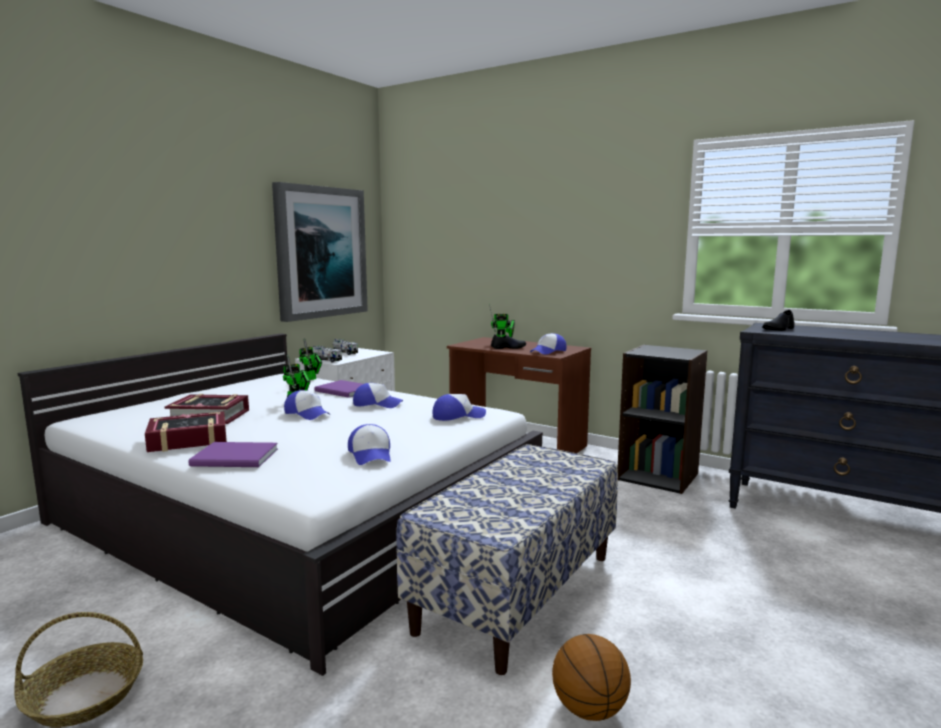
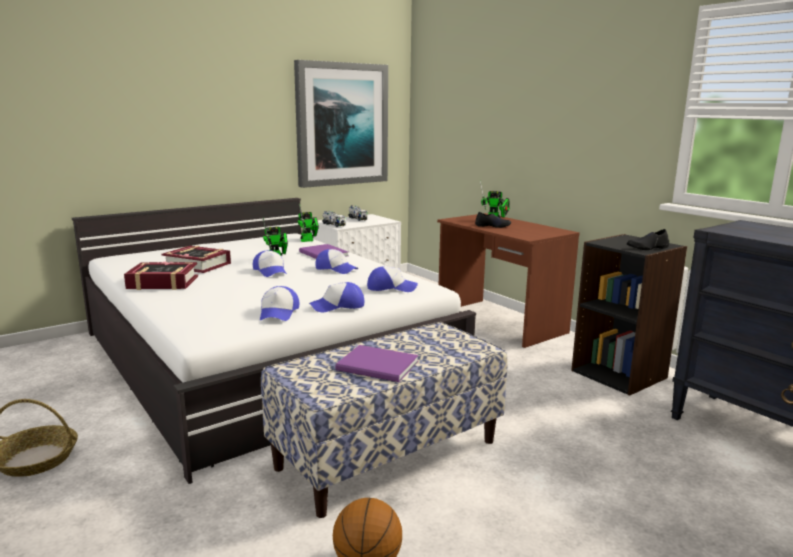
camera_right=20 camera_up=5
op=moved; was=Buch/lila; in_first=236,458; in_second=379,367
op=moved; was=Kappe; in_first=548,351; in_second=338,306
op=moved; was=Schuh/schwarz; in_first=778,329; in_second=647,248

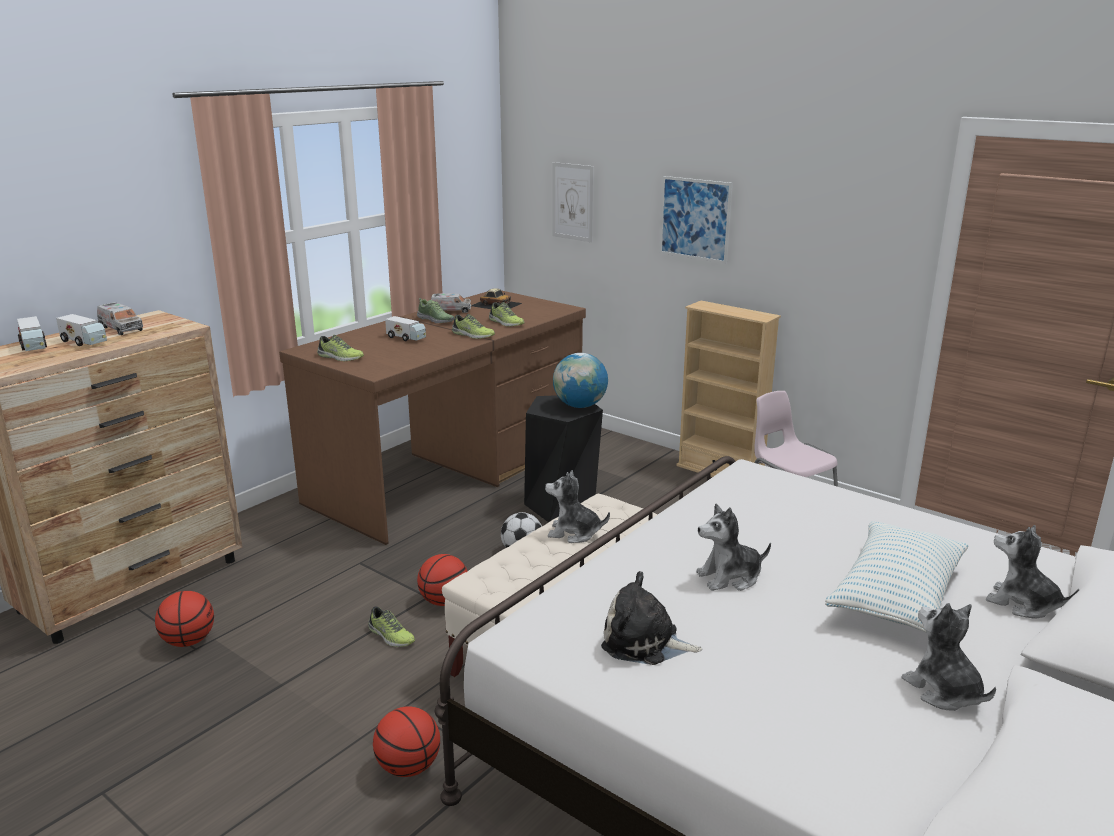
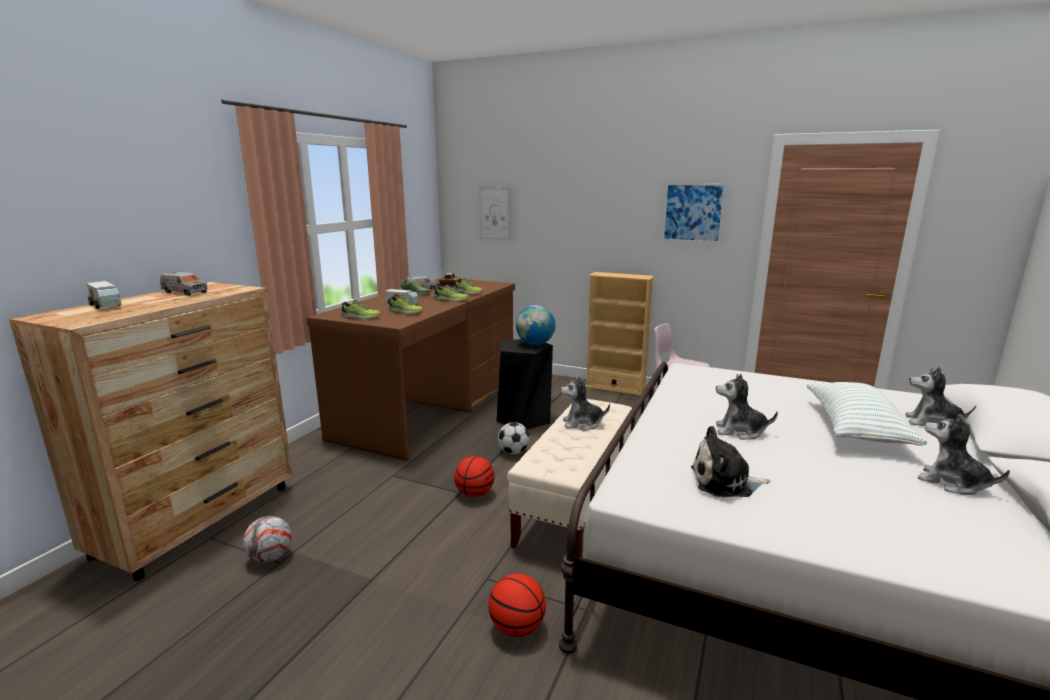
camera_right=-15 camera_up=-5
op=removed; was=Spielzeuglaster; in_first=84,342
op=replaced; was=Basketball; now=Fußball; in_first=188,641; in_second=270,557
op=moved; was=Schuh; in_first=390,636; in_second=405,312
op=moved; was=Bild; in_first=695,219; in_second=693,212
op=turned; was=Plüschtier; in_first=730,577; in_second=740,431; clockwise=45

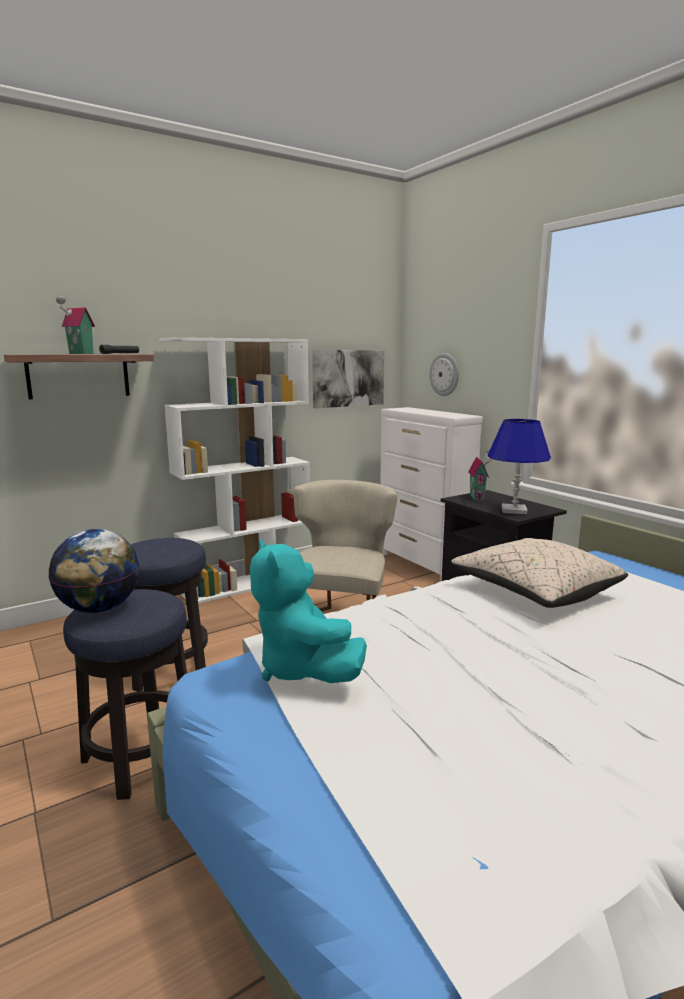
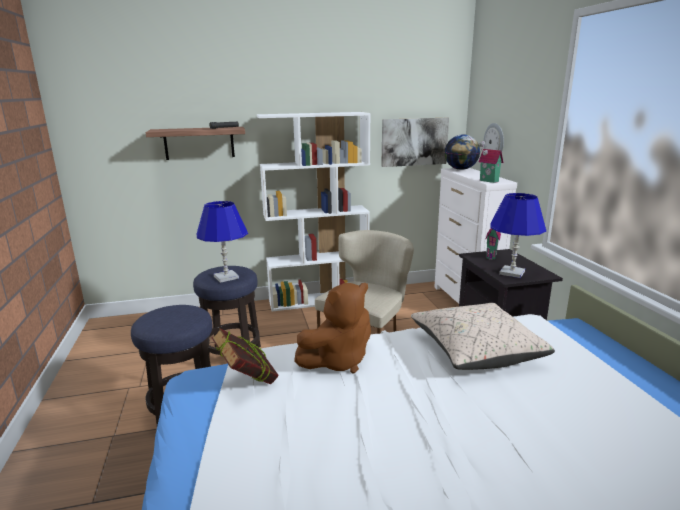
camera_right=20 camera_up=5
op=moved; was=Globus; in_first=99,609; in_second=460,169
op=moved; was=Spielzeughaus; in_first=79,354; in_second=488,181
op=replaced; was=Plüschtier/türkis; now=Buch; in_first=302,669; in_second=247,383
op=added; now=Tischlampe/blau; in_second=226,277
op=added; now=Plüschtier/braun; in_second=338,361

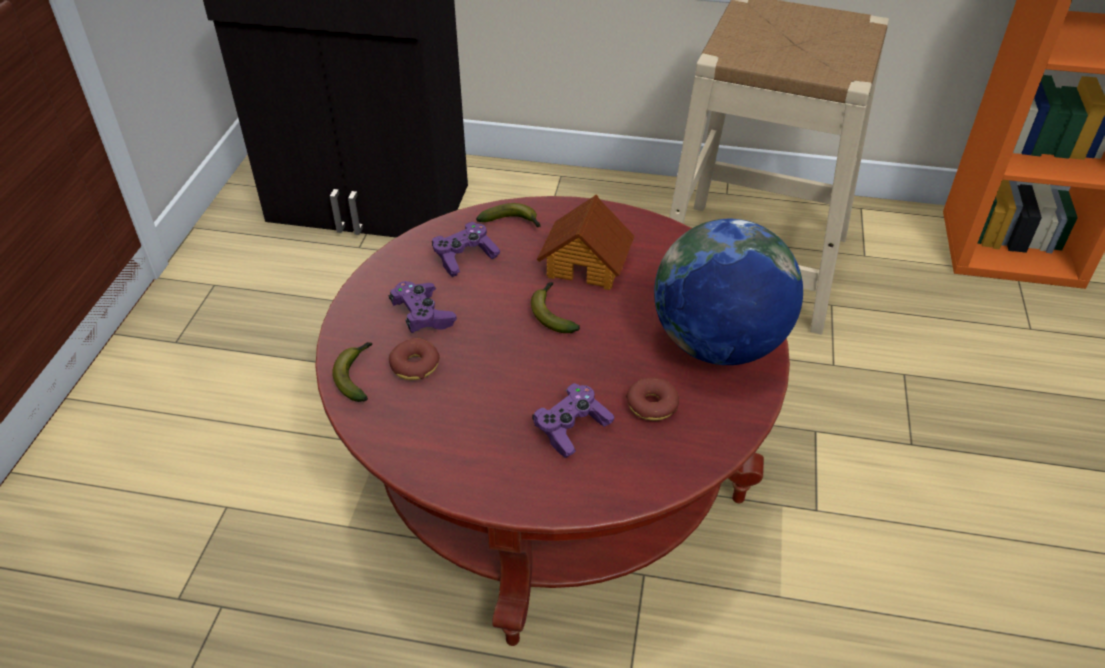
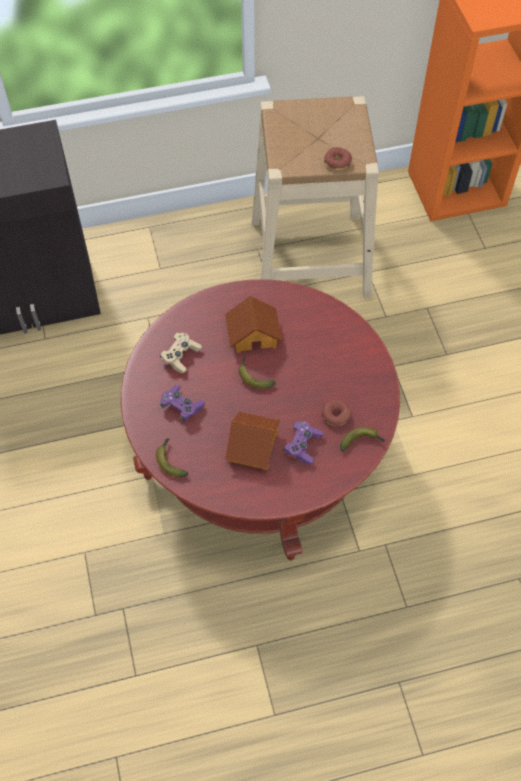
camera_right=-25 camera_up=15
op=moved; was=Donut; in_first=415,365; in_second=337,162
op=recoloured; was=Gamepad/lila; now=Gamepad/beige; in_first=465,257; in_second=181,356
op=moved; was=Banane; in_first=513,223; in_second=362,441
op=removed; was=Globus; in_first=718,344
op=added; now=Spielzeughaus; in_second=253,447

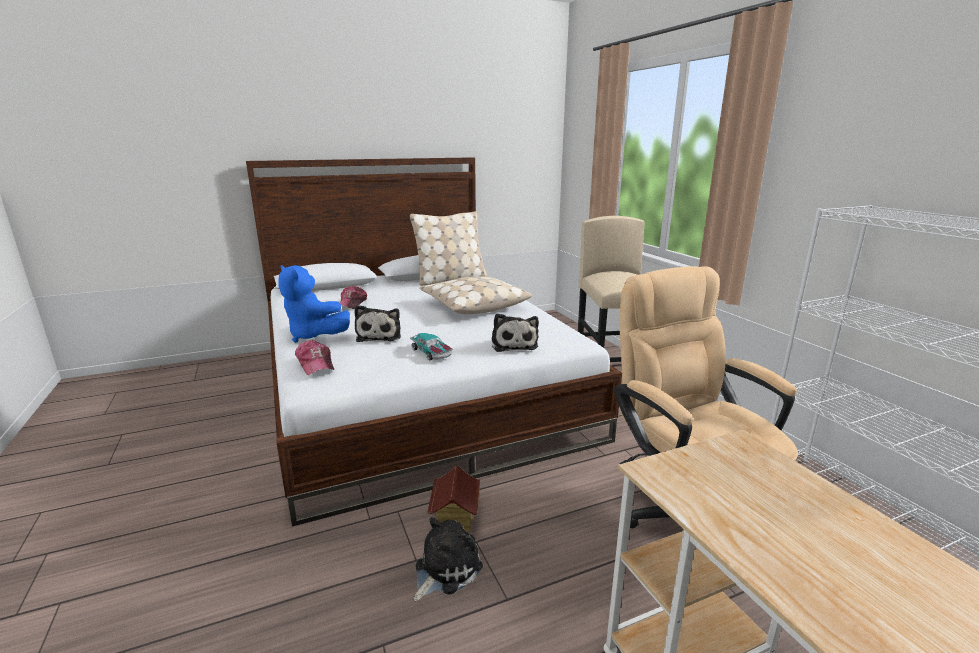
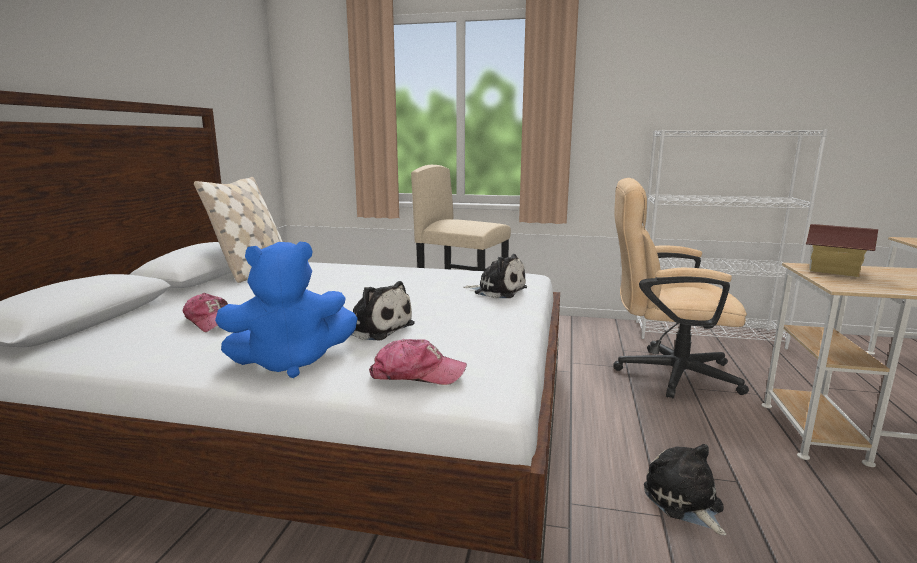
camera_right=-55 camera_up=-5
op=removed; was=Spielzeugauto; in_first=431,353
op=removed; was=Kissen/beige; in_first=473,305
op=moved; was=Spielzeughaus; in_first=455,518; in_second=834,271

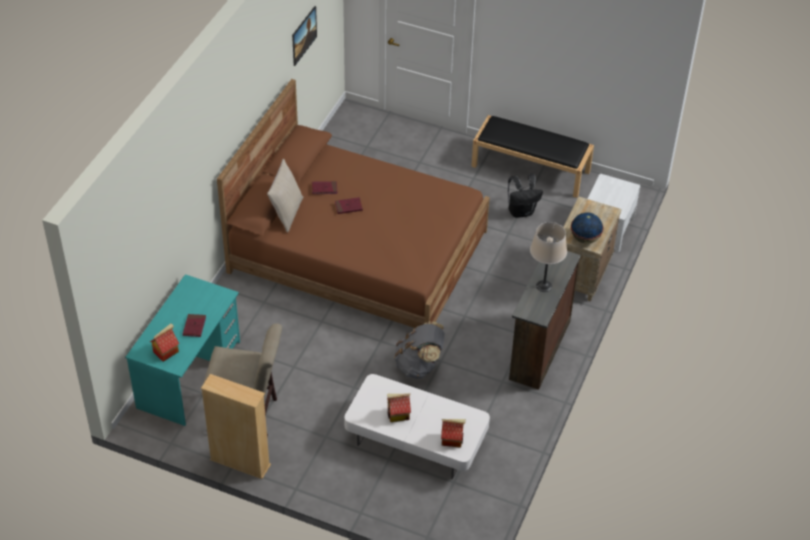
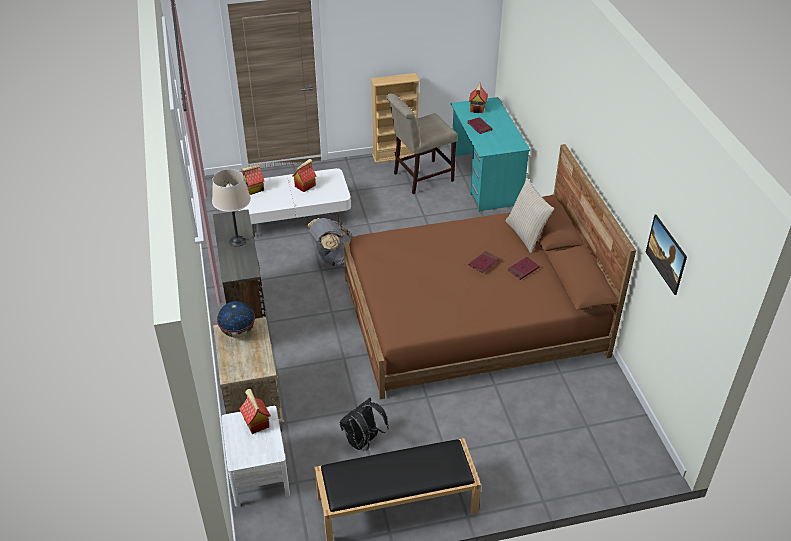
camera_right=145 camera_up=-5
op=added; now=Spielzeughaus; in_second=256,422

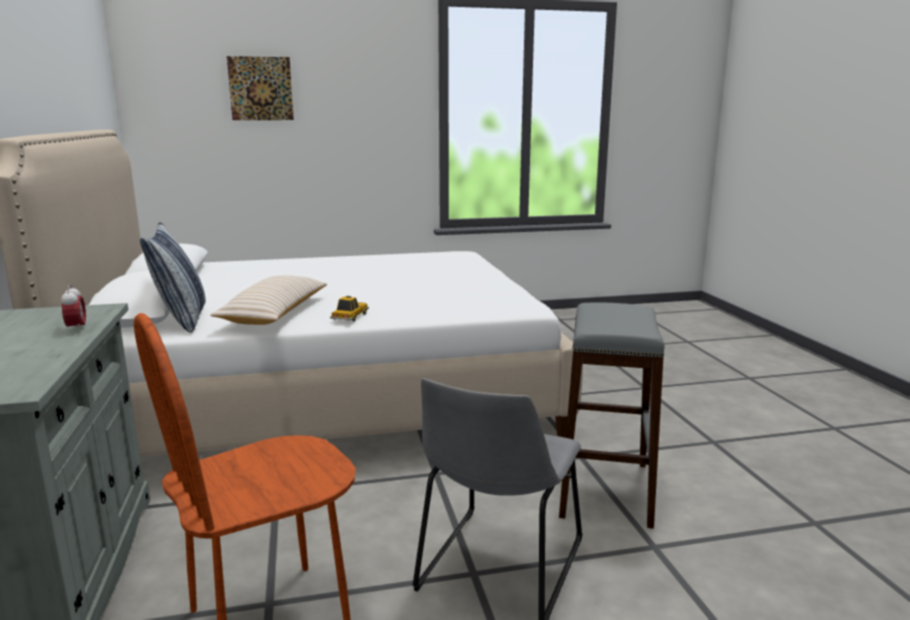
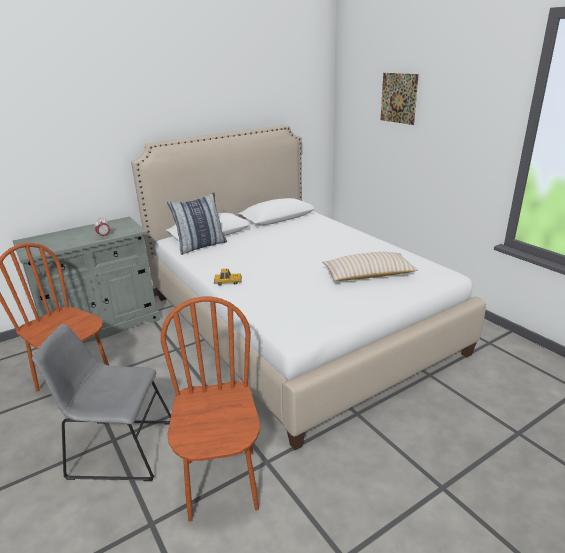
camera_right=70 camera_up=10
op=moved; was=Kissen/beige; in_first=275,313; in_second=368,275
op=replaced; was=Hocker/grau; now=Stuhl/braun; in_first=604,489; in_second=222,484

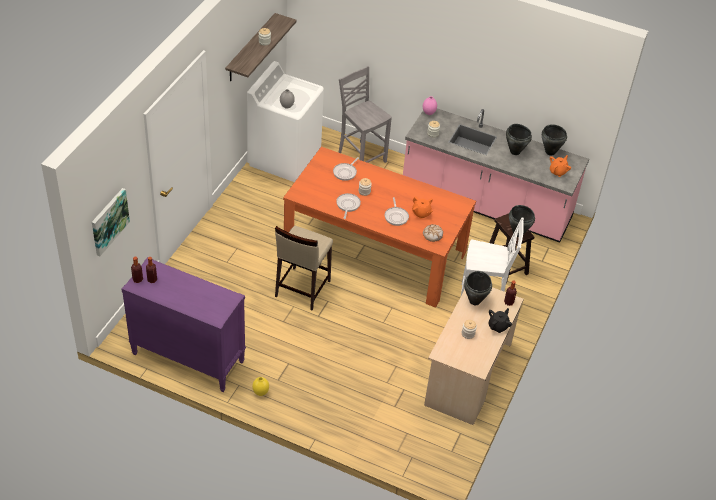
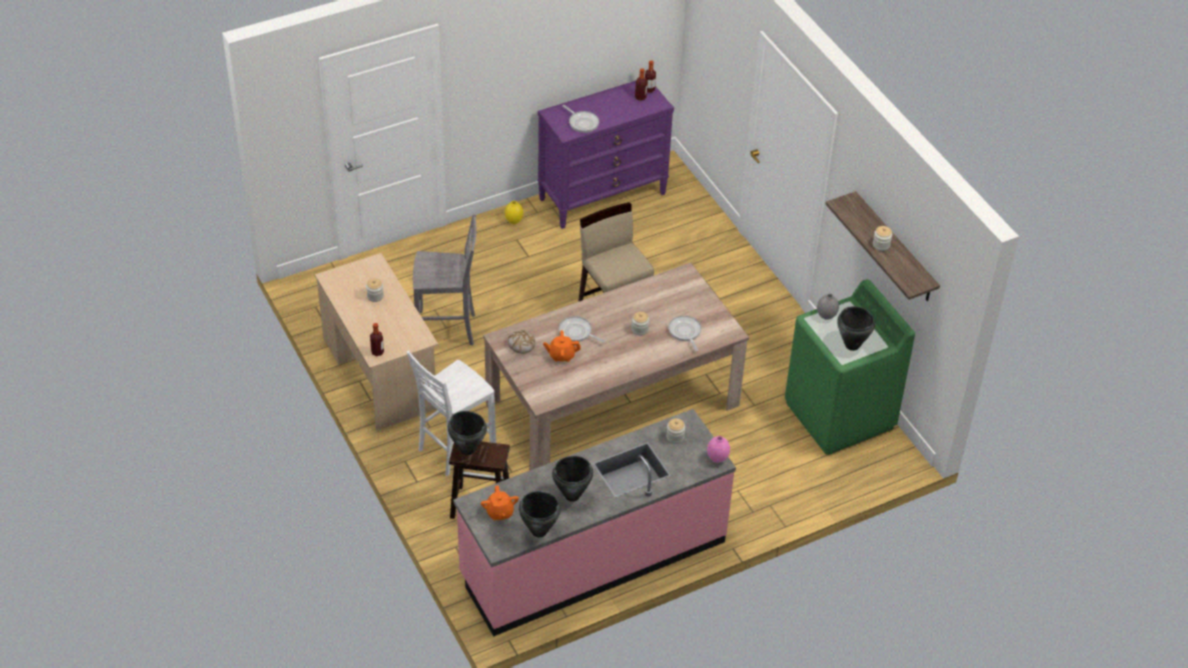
camera_right=130 camera_up=0
op=removed; was=Bild; in_first=109,221
op=recoloured; was=Waschmaschine/weiß; now=Waschmaschine/grün; in_first=284,158; in_second=839,415
op=recoloured; was=Esstisch/orange; now=Esstisch/beige; in_first=375,251; in_second=613,405
op=moved; was=Pfanne; in_first=347,205; in_second=582,122
op=moved; was=Stuhl/grau; in_first=361,157; in_second=447,329
op=moved; was=Kochtopf/schwarz; in_first=475,301; in_second=852,345
op=removed; was=Teekanne/schwarz; in_first=498,326

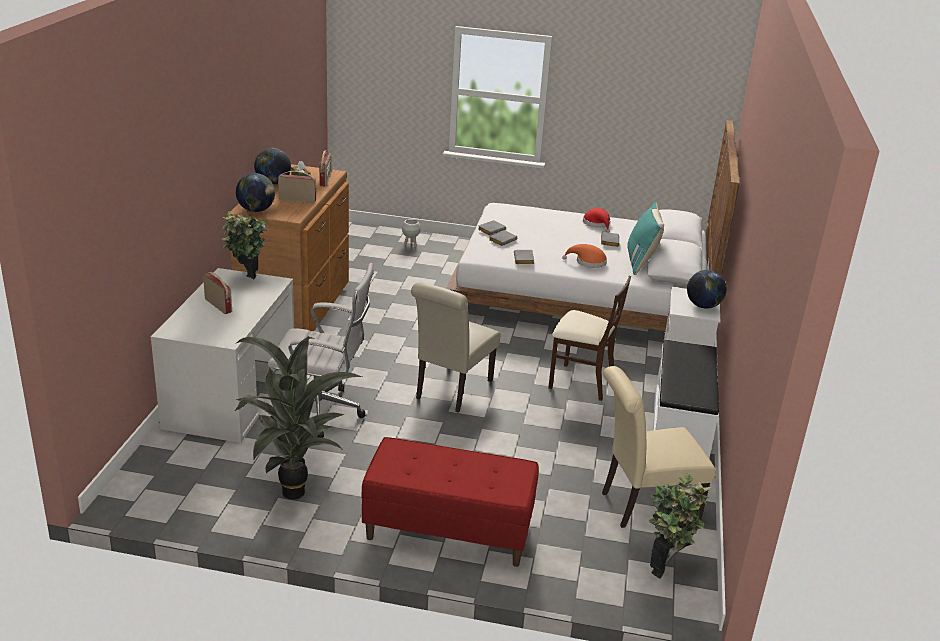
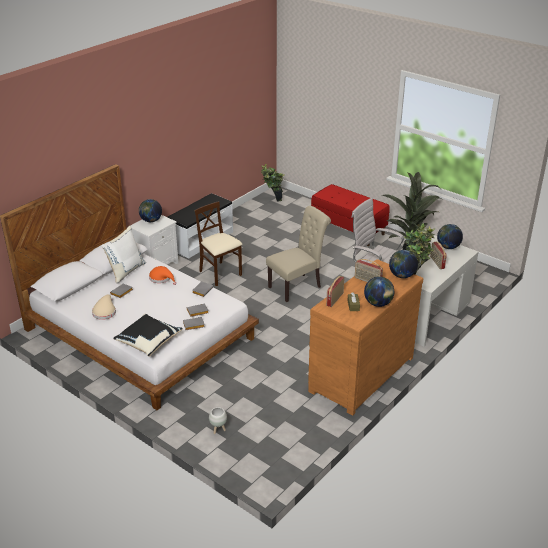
camera_right=-150 camera_up=5
op=recoloured; was=Hut/rot; now=Hut/beige; in_first=597,224; in_second=104,312
op=removed; was=Stuhl/beige; in_first=643,506
op=recoloured; was=Kissen/türkis; now=Kissen/weiß; in_first=641,262; in_second=126,271
op=added; now=Kissen/schwarz; in_second=148,342
op=added; now=Globus; in_second=448,247

